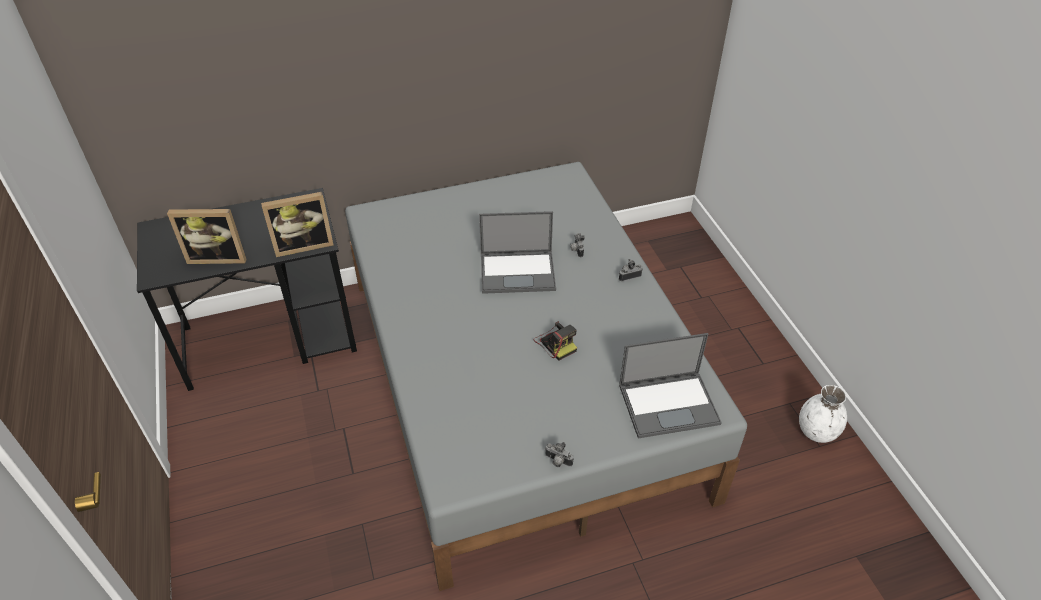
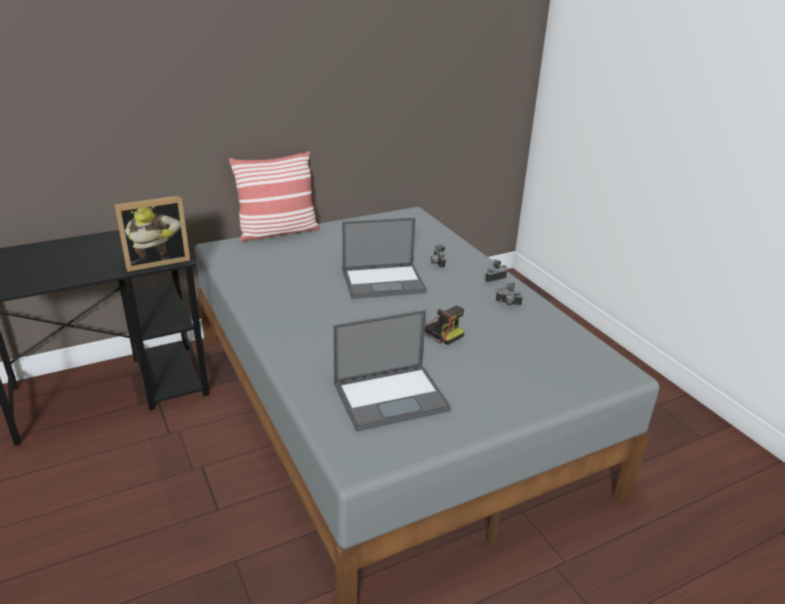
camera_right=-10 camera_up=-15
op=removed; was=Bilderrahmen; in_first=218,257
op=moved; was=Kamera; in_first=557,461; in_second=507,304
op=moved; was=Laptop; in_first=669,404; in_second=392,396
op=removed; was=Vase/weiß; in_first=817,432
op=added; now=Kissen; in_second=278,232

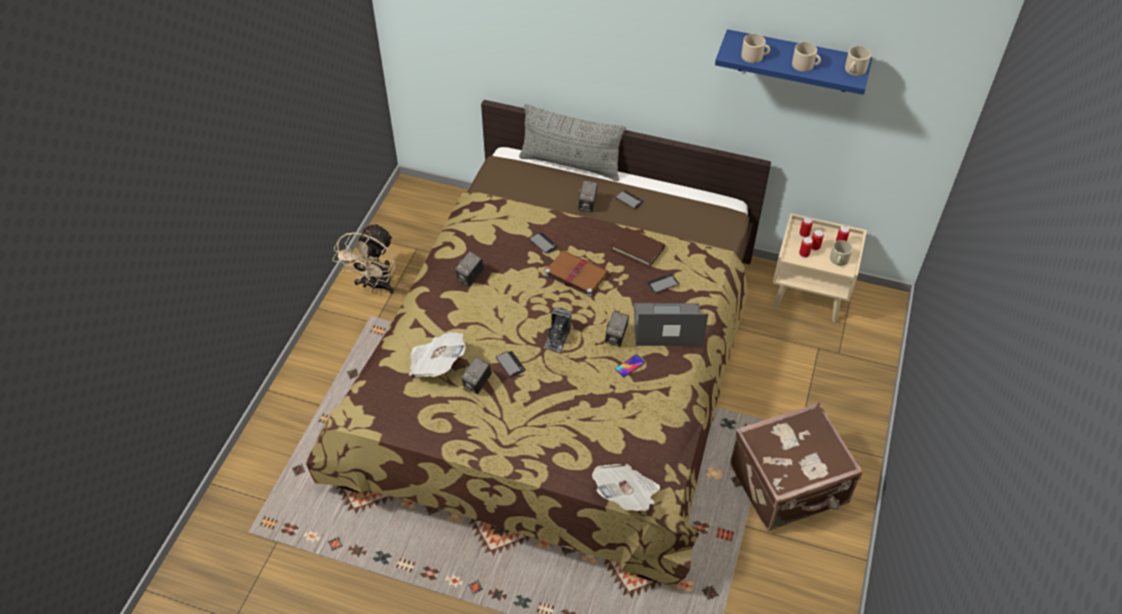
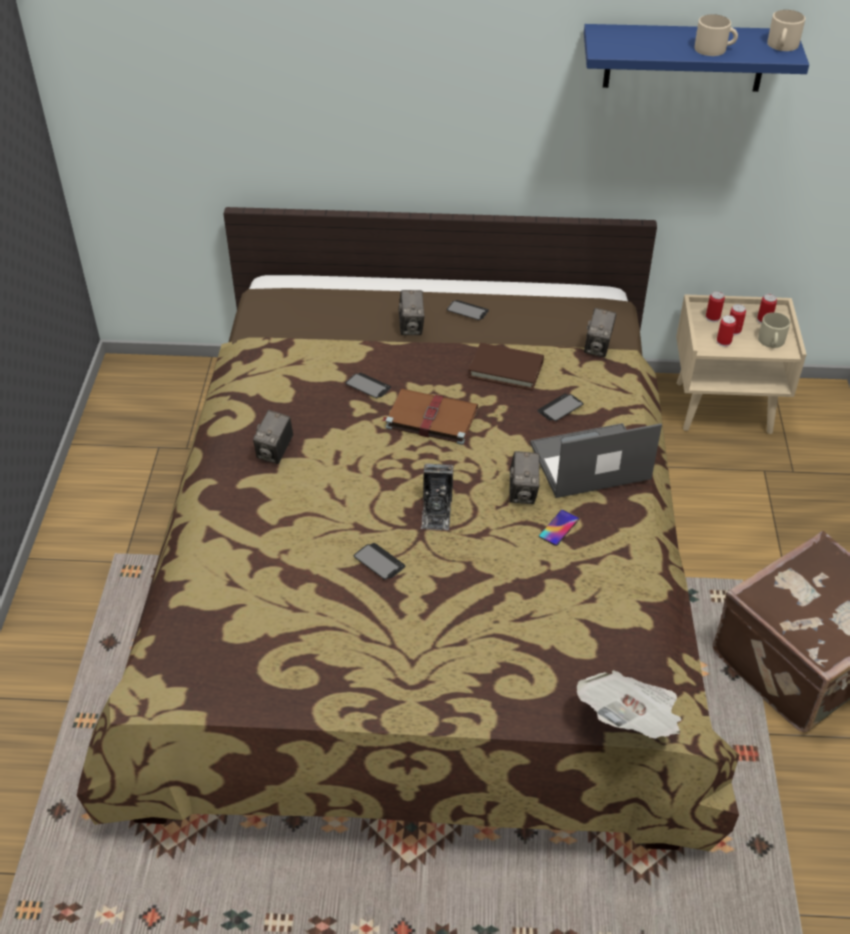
camera_right=-15 camera_up=-5
op=removed; was=Ventilator/beige; in_first=375,285
op=removed; was=Zeitung; in_first=436,364
op=moved; was=Kamera; in_first=477,384; in_second=598,347
op=removed; was=Kissen/grau; in_first=571,164
op=removed; was=Henkelbecher/beige; in_first=754,56

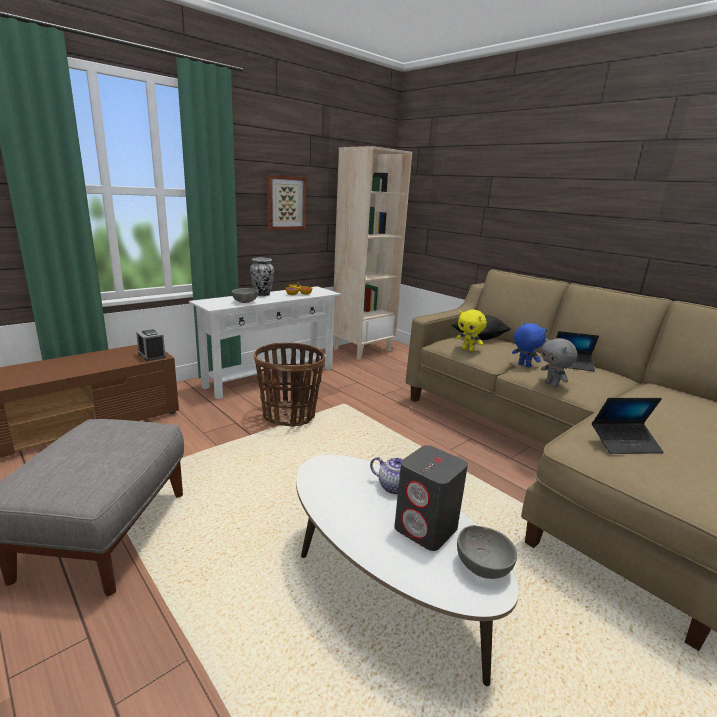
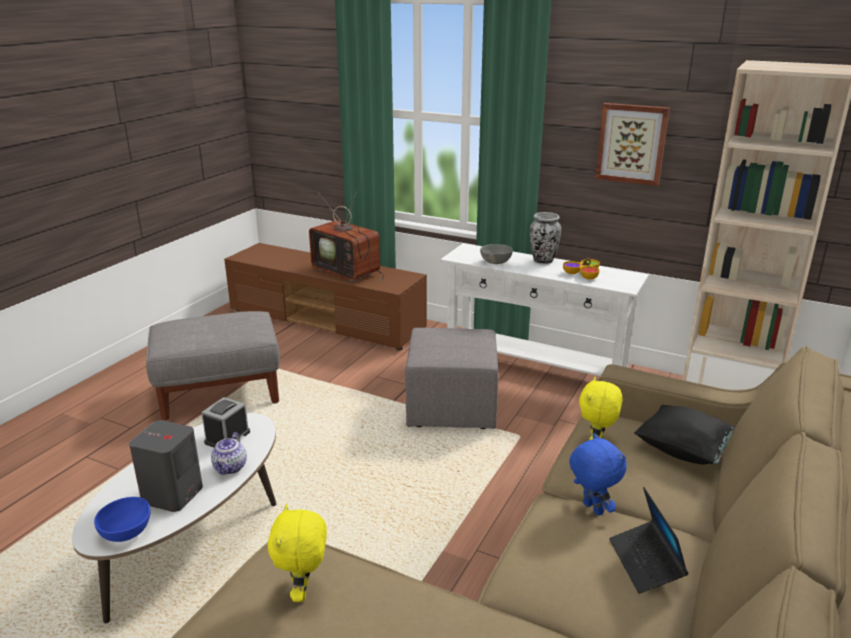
camera_right=70 camera_up=5
op=moved; was=Wecker; in_first=152,355; in_second=227,437
op=replaced; was=Korb; now=Polsterhocker/grau; in_first=289,415; in_second=452,409
op=recoloured; was=Schüssel/grau; now=Schüssel/blau; in_first=482,565; in_second=128,532
op=turned; was=Plüschtier/blau; in_first=523,366; in_second=591,509; clockwise=-60
op=removed; was=Plüschtier/grau; in_first=552,385
op=replaced; was=Laptop; now=Plüschtier/gelb; in_first=625,443; in_second=303,592
op=added; now=Fernseher; in_second=349,272

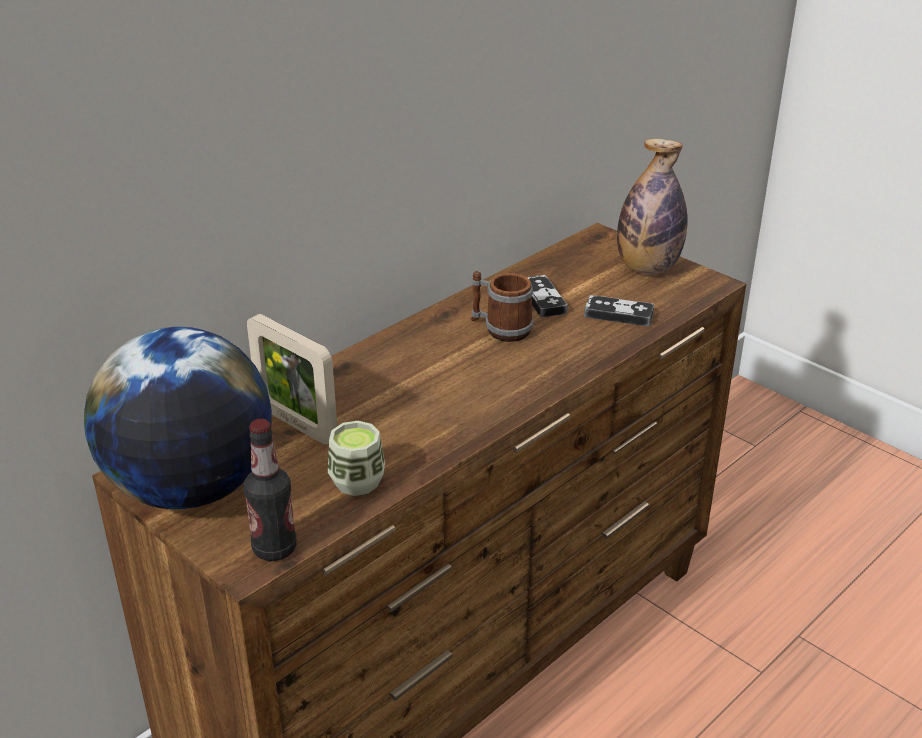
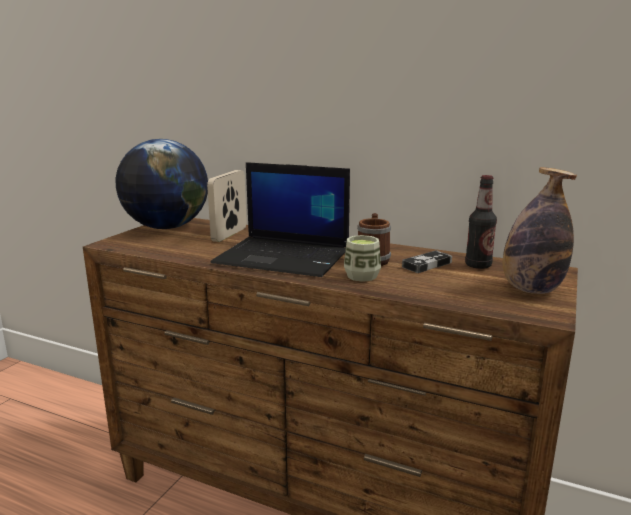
camera_right=70 camera_up=-15
op=moved; was=Flasche; in_first=274,548; in_second=478,265
op=moved; was=Tasse; in_first=357,481; in_second=361,276
op=removed; was=Gamepad; in_first=618,314
op=added; now=Laptop; in_second=285,257

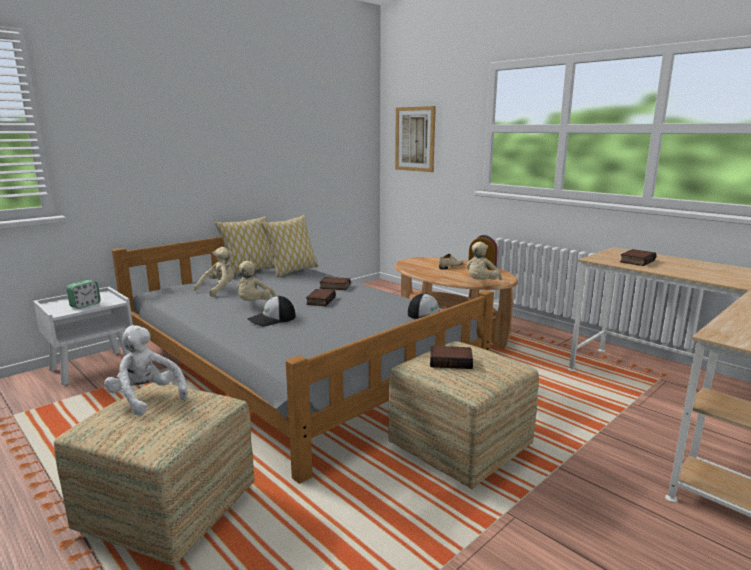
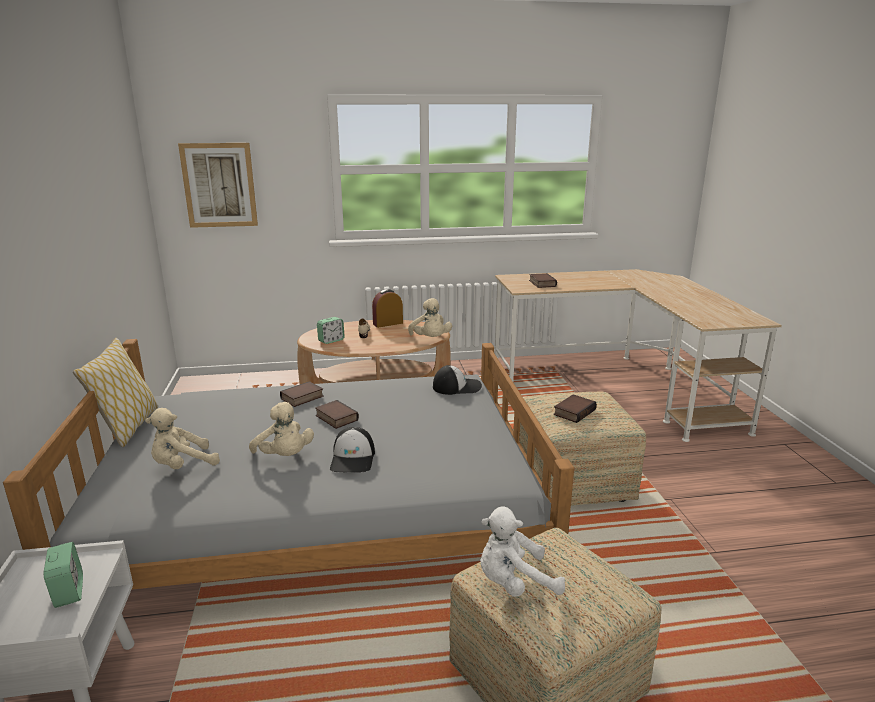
camera_right=-55 camera_up=5
op=turned; was=Plüschtier/beige; in_first=219,290; in_second=182,466; clockwise=-105
op=removed; was=Kissen; in_first=292,271
op=added; now=Wecker; in_second=331,340

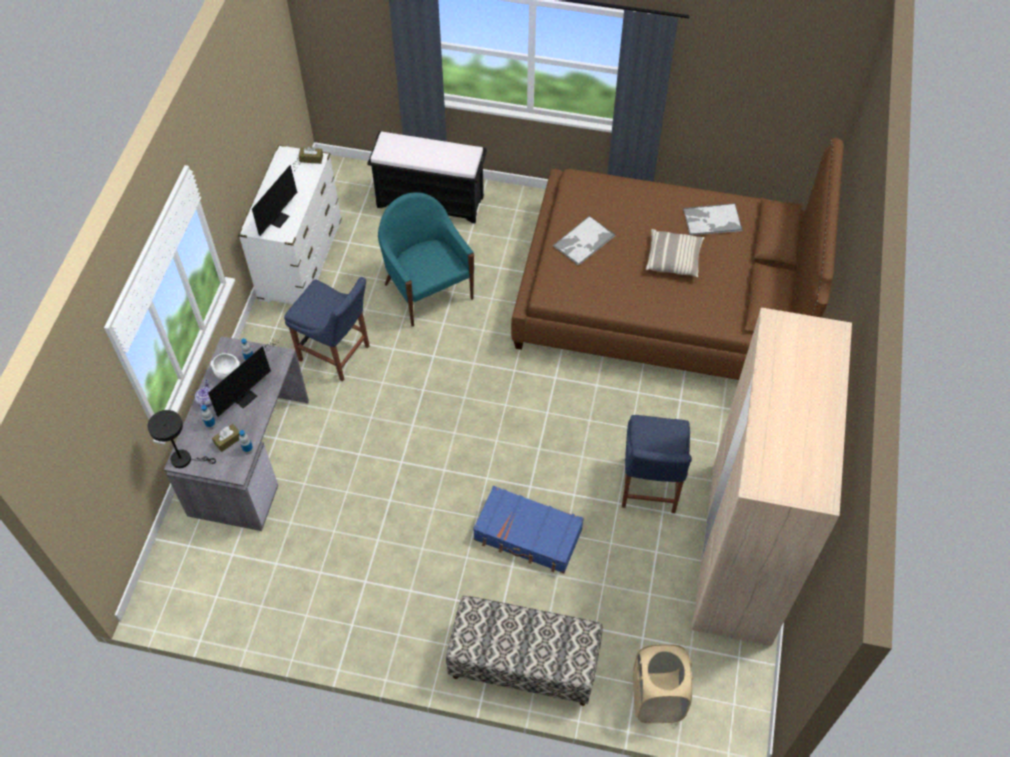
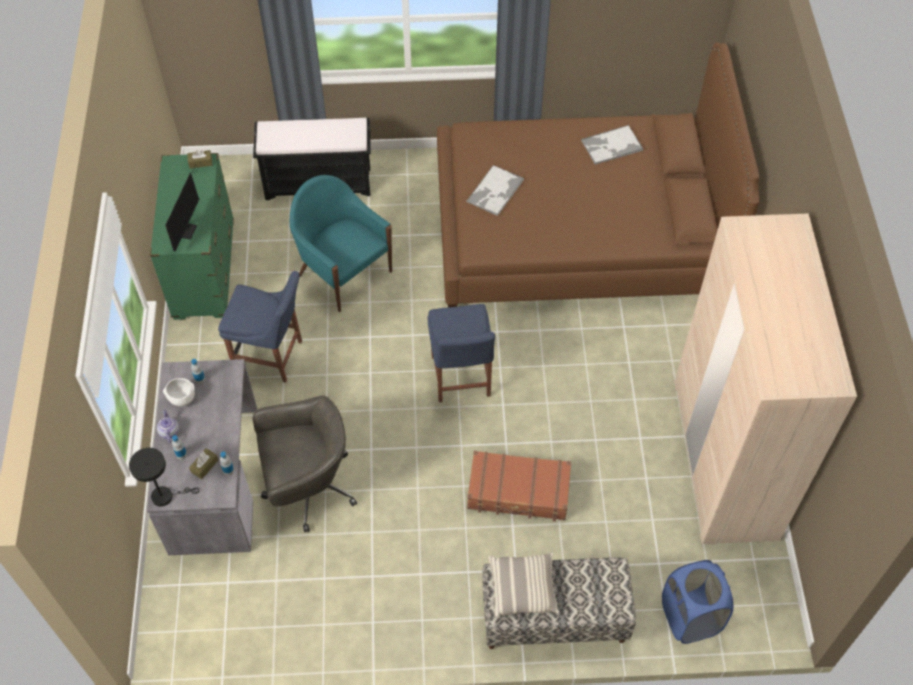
camera_right=-15 camera_up=0
op=removed; was=Monitor; in_first=247,395
op=recoloured; was=Kommode/weiß; now=Kommode/grün; in_first=301,261; in_second=204,270
op=recoloured; was=Koffer/blau; now=Koffer/braun; in_first=528,535; in_second=518,492
op=moved; was=Stuhl/blau; in_first=649,489; in_second=460,379
op=recoloured; was=Wäschekorb/beige; now=Wäschekorb/blau; in_first=657,698; in_second=690,617
op=moved; was=Kissen; in_first=673,259; in_second=523,588
op=added; now=Bürostuhl/grau; in_second=307,487

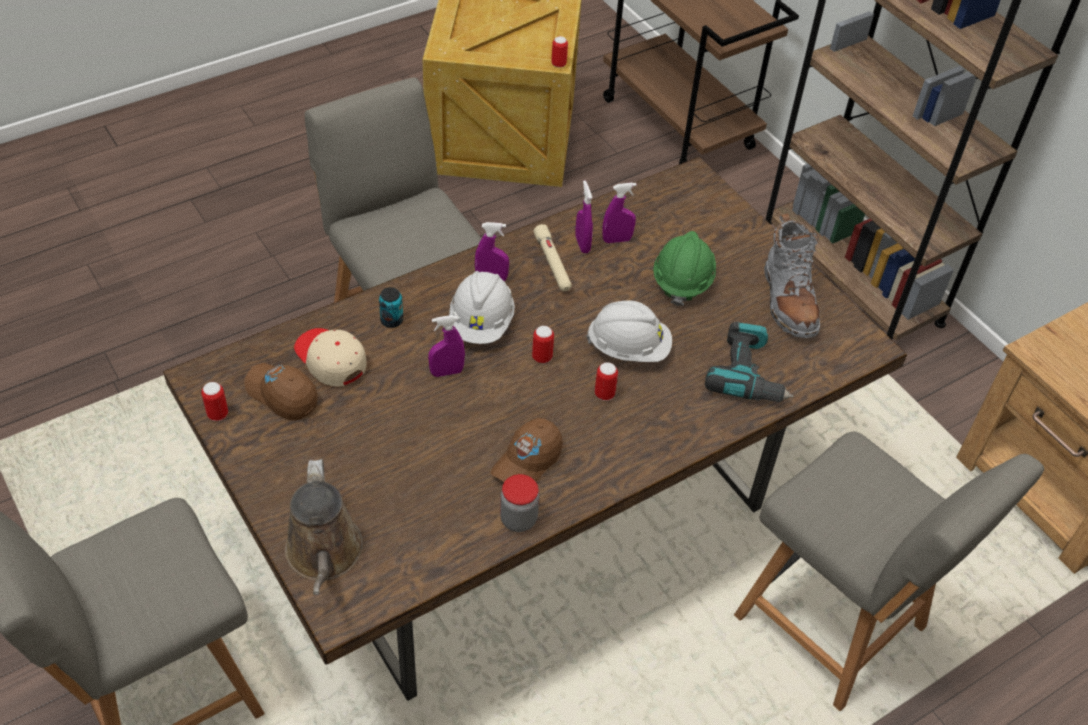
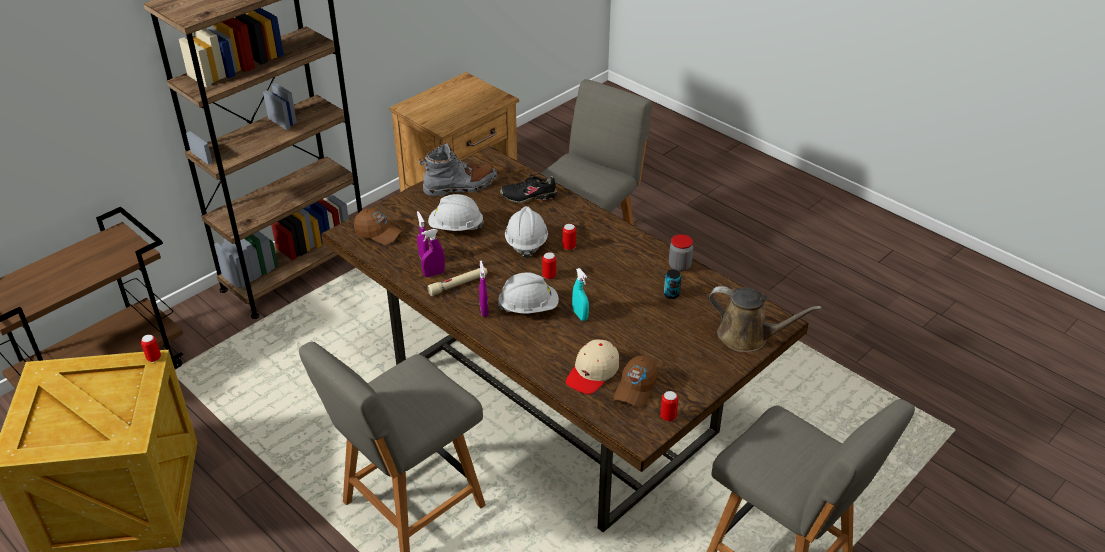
camera_right=-100 camera_up=-10
op=turned; was=Gießkanne/braun; in_first=324,555; in_second=748,337; clockwise=45
op=moved; was=Dose; in_first=392,320; in_second=671,294
op=recoloured; was=Sprühflasche/lila; now=Sprühflasche/türkis; in_first=446,372; in_second=580,315
op=moved; was=Kappe/braun; in_first=527,462; in_second=378,233
op=recoloured; was=Schutzhelm/grün; now=Schutzhelm/weiß; in_first=682,280; in_second=456,227
op=replaced; was=Bohrmaschine; now=Schuh/schwarz; in_first=748,374; in_second=529,196

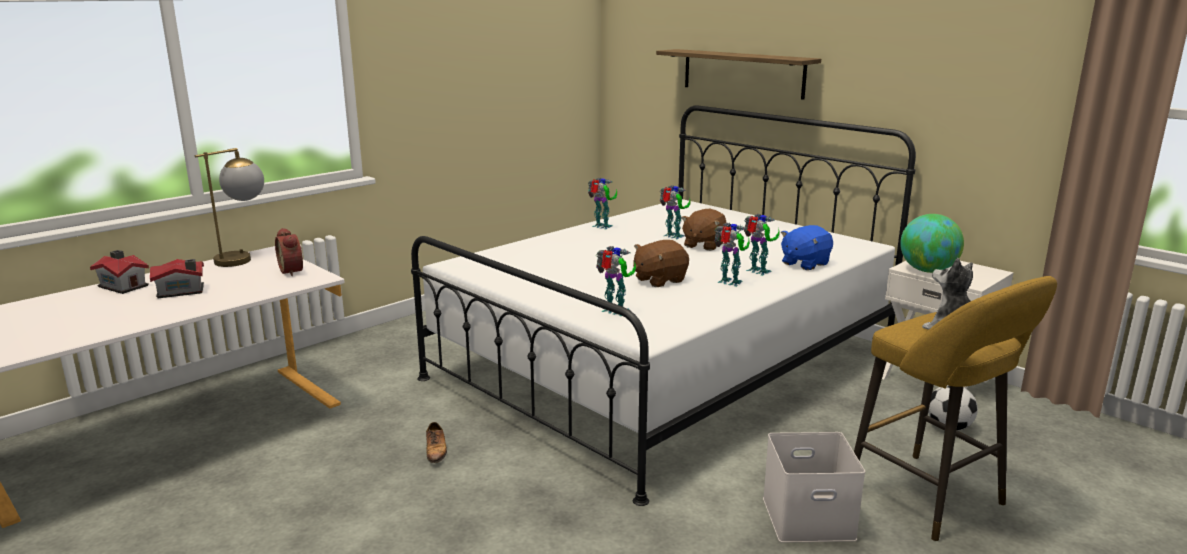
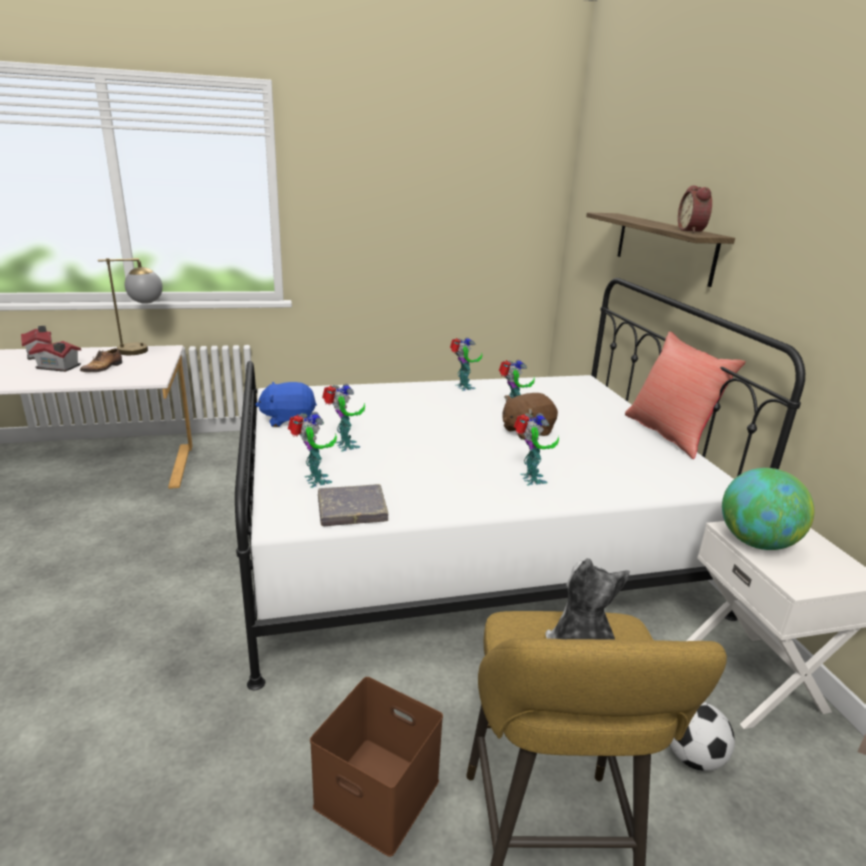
camera_right=30 camera_up=5
op=moved; was=Wecker; in_first=293,271; in_second=693,231
op=moved; was=Schuh; in_first=436,451; in_second=103,368
op=removed; was=Plüschtier/braun; in_first=659,280
op=moved; was=Spielzeugroboter; in_first=730,283; in_second=344,446
op=recoloured; was=Aufbewahrungsbox/weiß; now=Aufbewahrungsbox/braun; in_first=806,519; in_second=374,794
op=moved; was=Plüschtier/blau; in_first=804,263; in_second=288,420
op=added; now=Buch/grau; in_second=352,510
op=added; now=Kissen/rot; in_second=669,434

